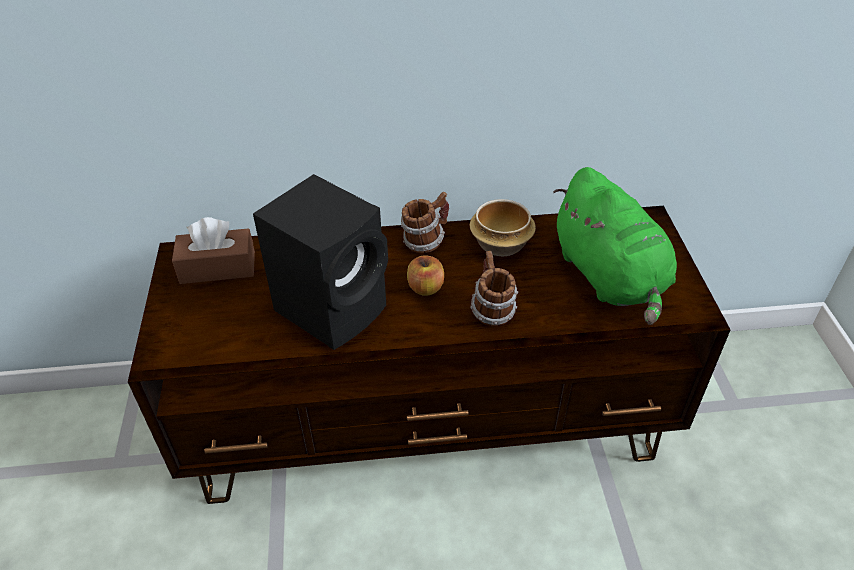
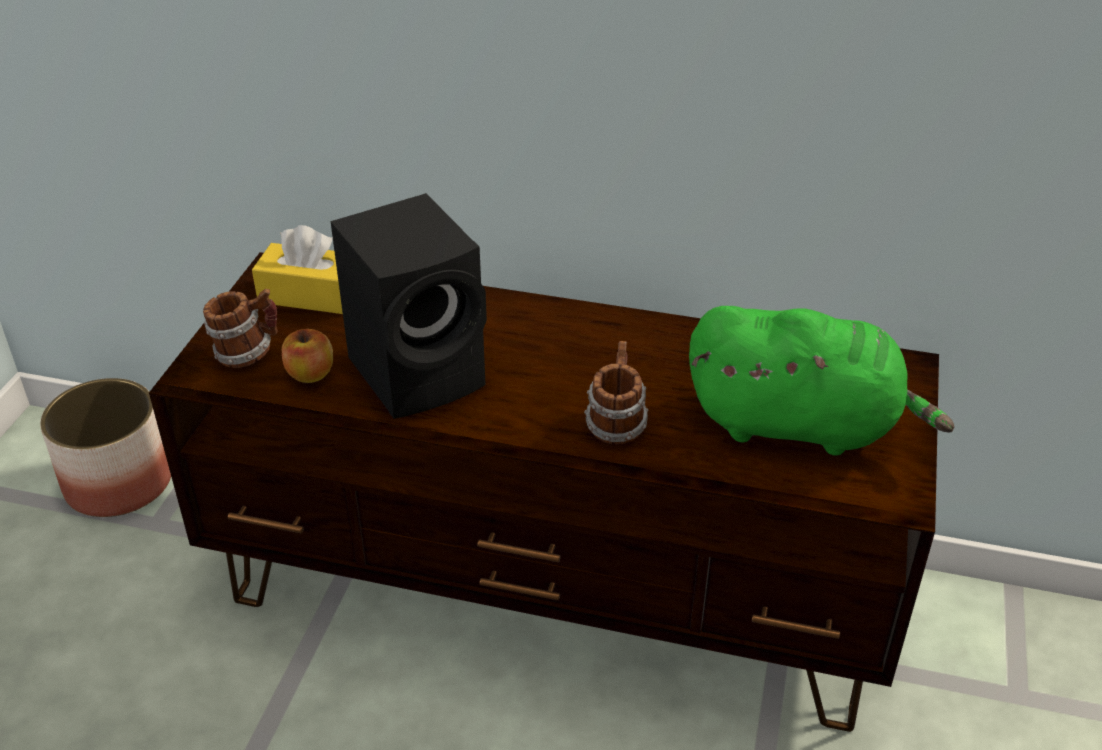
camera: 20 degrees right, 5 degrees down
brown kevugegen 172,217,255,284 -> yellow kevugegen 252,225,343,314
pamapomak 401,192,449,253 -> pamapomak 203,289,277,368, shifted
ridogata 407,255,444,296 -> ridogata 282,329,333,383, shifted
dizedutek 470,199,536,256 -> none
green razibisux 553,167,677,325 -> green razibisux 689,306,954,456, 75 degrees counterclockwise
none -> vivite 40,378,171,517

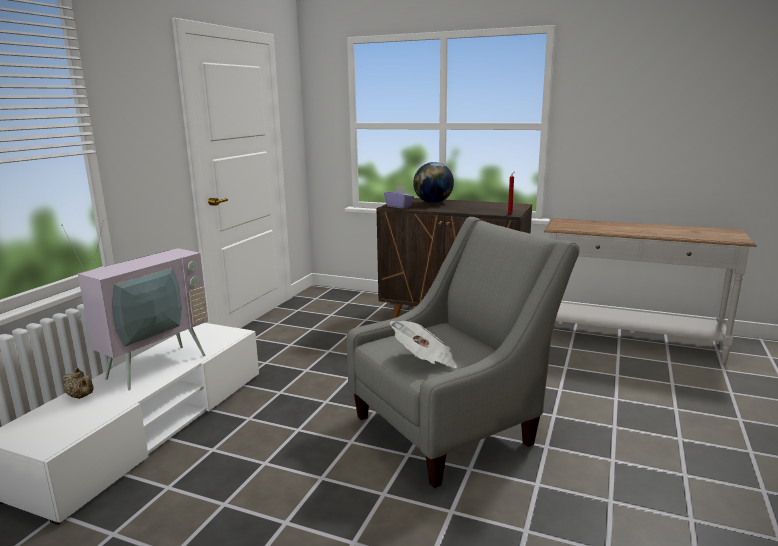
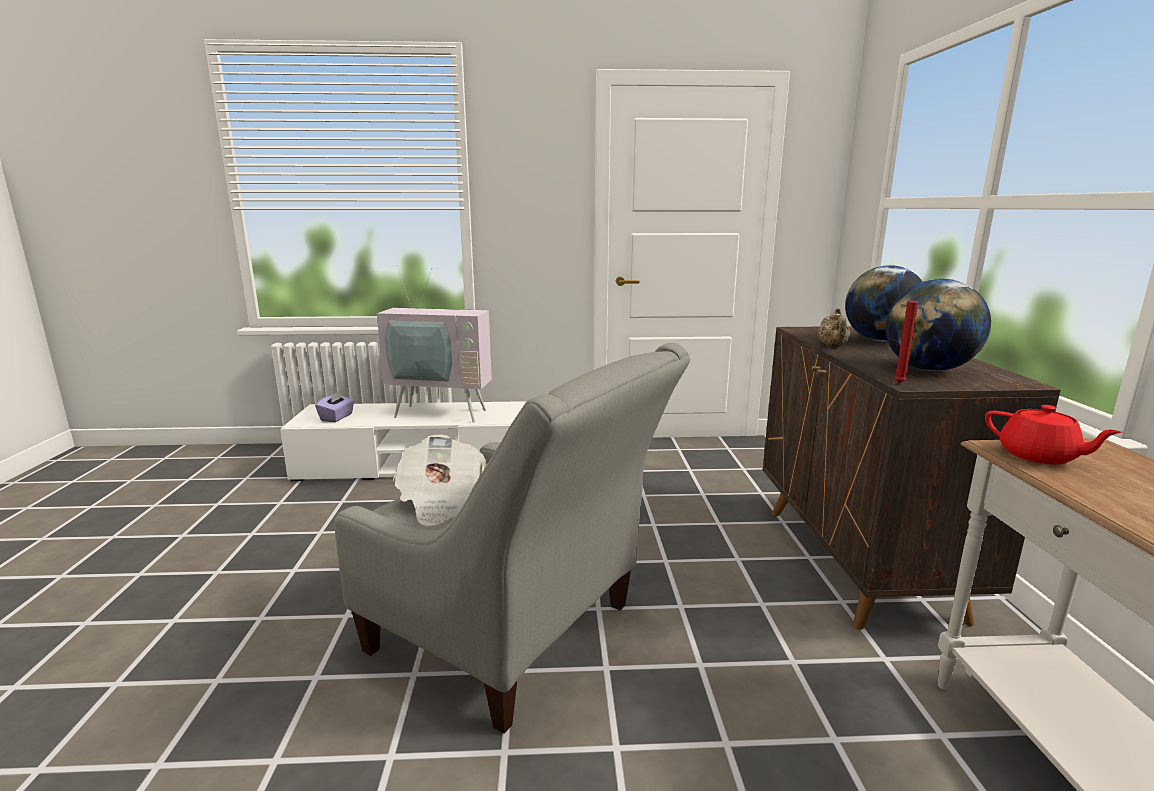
camera: 65 degrees right, 0 degrees up
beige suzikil 62,368,94,399 -> beige suzikil 818,308,850,347, shifted
purple kevugegen 384,186,414,209 -> purple kevugegen 315,390,355,422, shifted
none -> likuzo 885,279,991,371
none -> red suzikil 985,405,1122,465

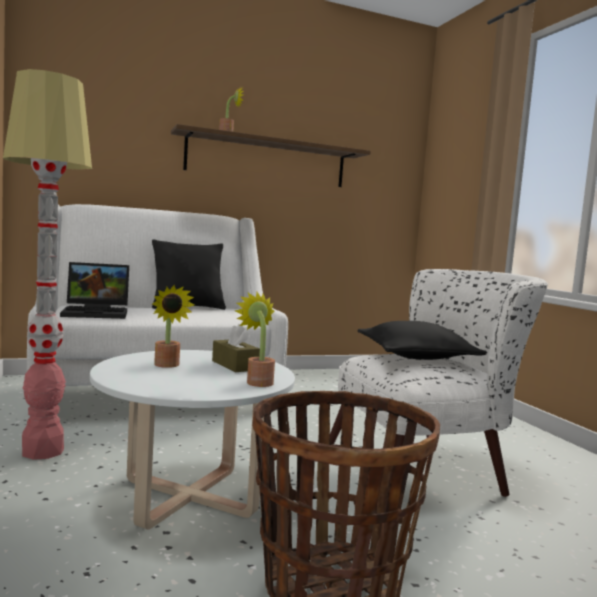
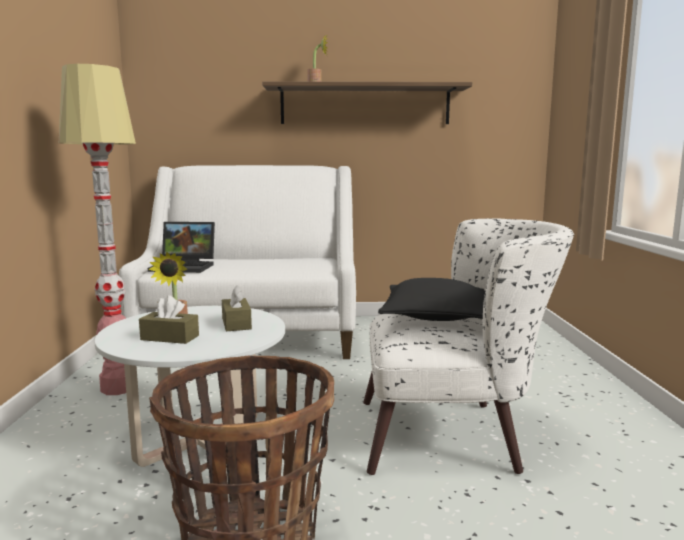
camera: 20 degrees right, 5 degrees up
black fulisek 152,239,226,310 -> none
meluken 235,292,275,387 -> none
none -> brown kevugegen 139,295,199,344

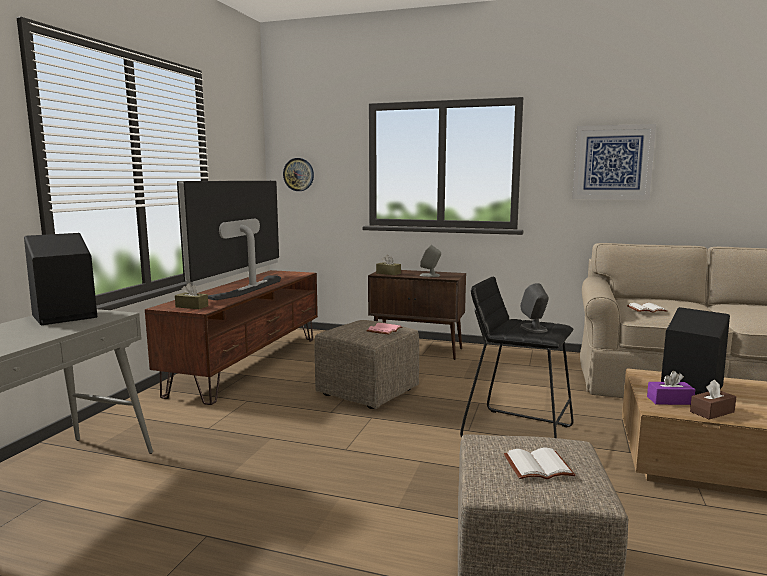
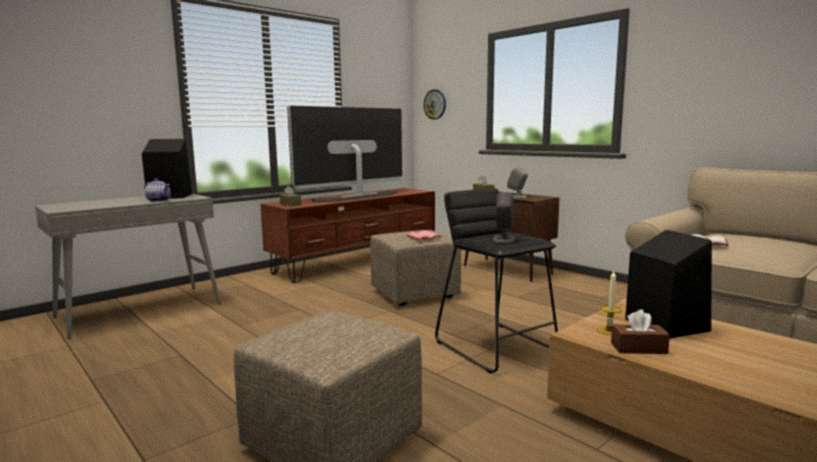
camera: 30 degrees right, 0 degrees up
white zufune 504,448,575,479 -> none
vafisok 572,124,656,200 -> none
purple kevugegen 647,371,695,405 -> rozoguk 597,271,622,335
none -> suzikil 144,178,171,202

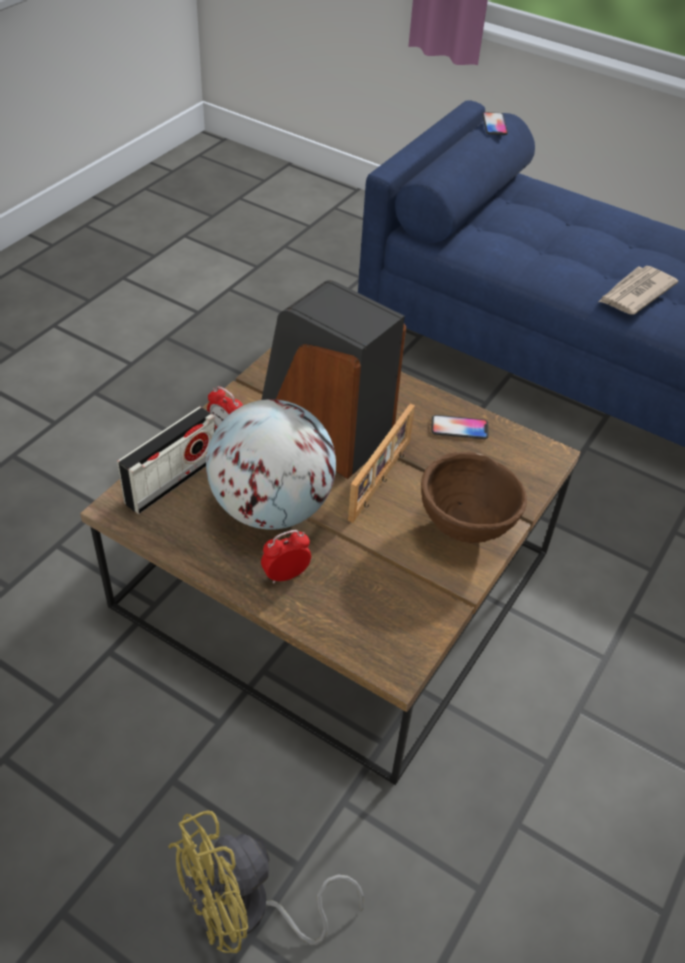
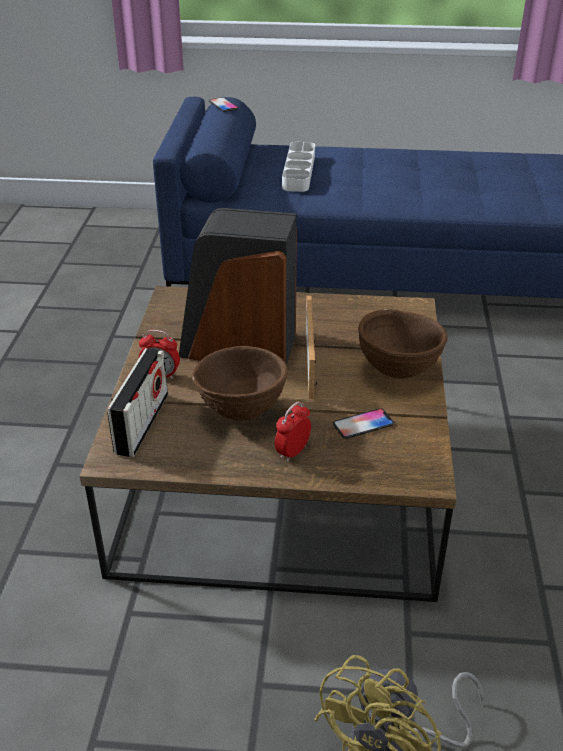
camera: 25 degrees left, 10 degrees down
likuzo 206,399,336,530 -> brown dizedutek 192,346,288,421
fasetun 432,415,489,439 -> fasetun 333,408,394,439, shifted
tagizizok 599,266,678,315 -> none
none -> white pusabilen 282,142,315,192

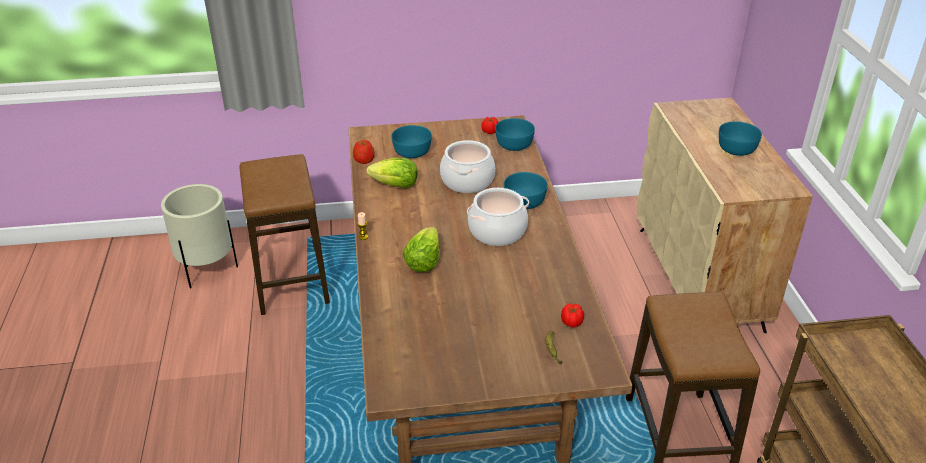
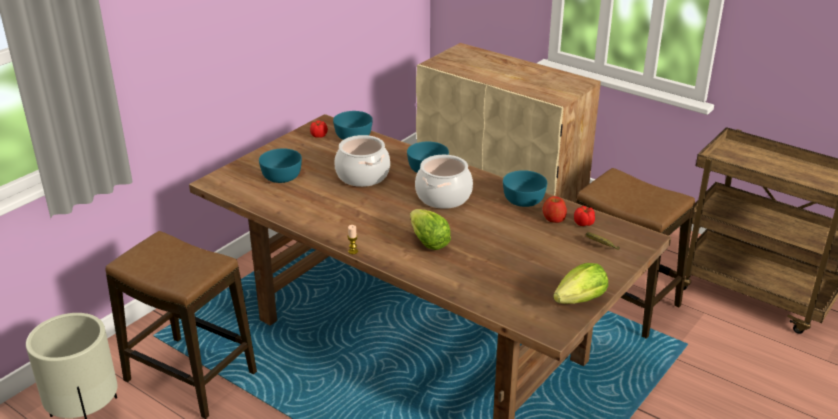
camera: 45 degrees left, 5 degrees down
ridogata 353,140,375,164 -> ridogata 542,196,567,223, shifted
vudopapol 366,158,418,188 -> vudopapol 553,263,608,304, shifted
turquoise dizedutek 719,121,762,156 -> turquoise dizedutek 503,170,547,207, shifted

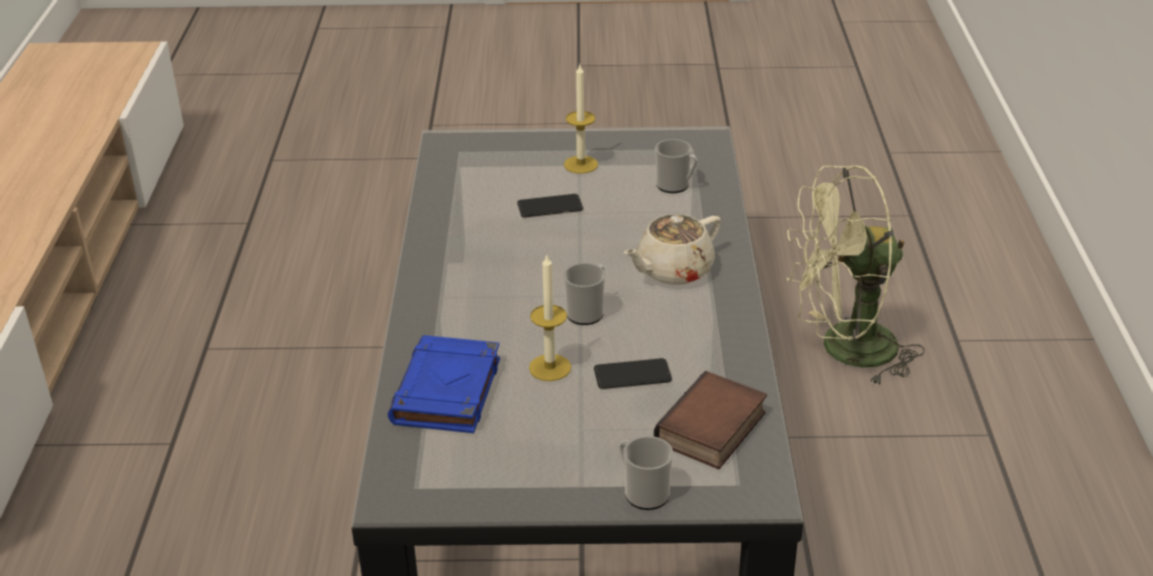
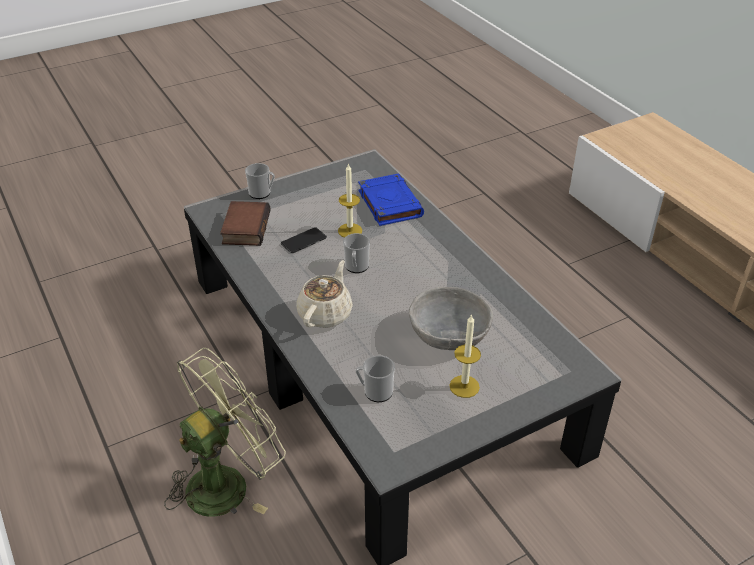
camera: 150 degrees right, 5 degrees up
fasetun 517,194,583,217 -> grey dizedutek 409,287,493,350

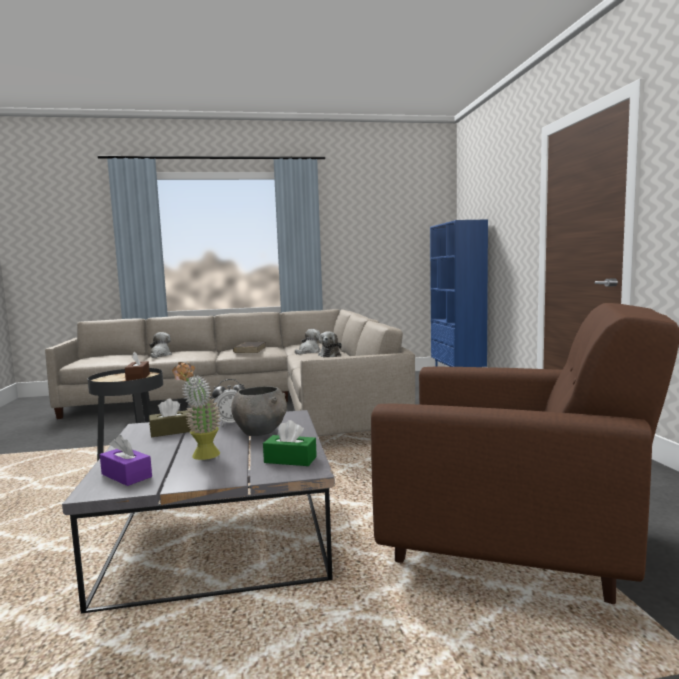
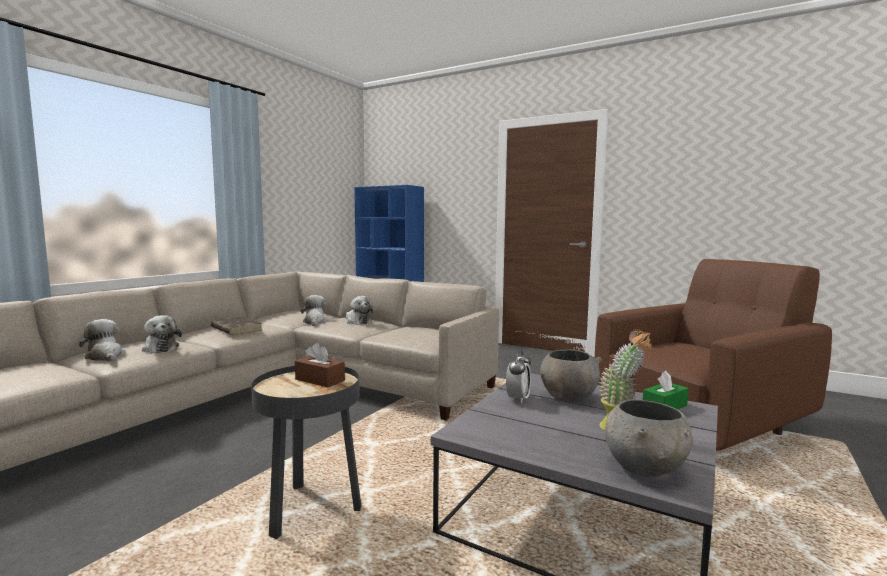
camera: 50 degrees left, 0 degrees up
purple kevugegen 100,435,152,486 -> grey dizedutek 605,400,693,477
brown kevugegen 149,398,191,437 -> none
none -> razibisux 142,315,182,353

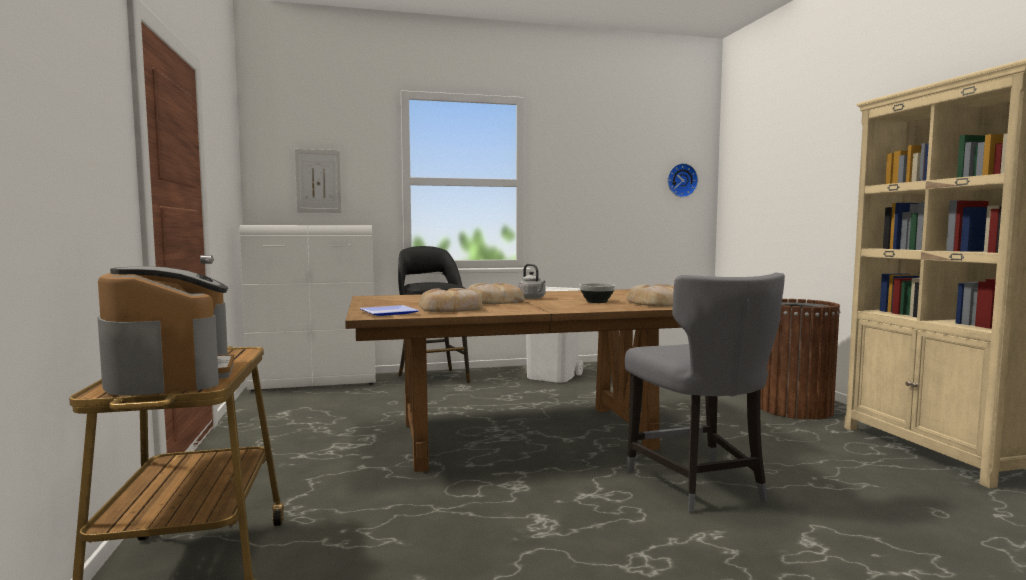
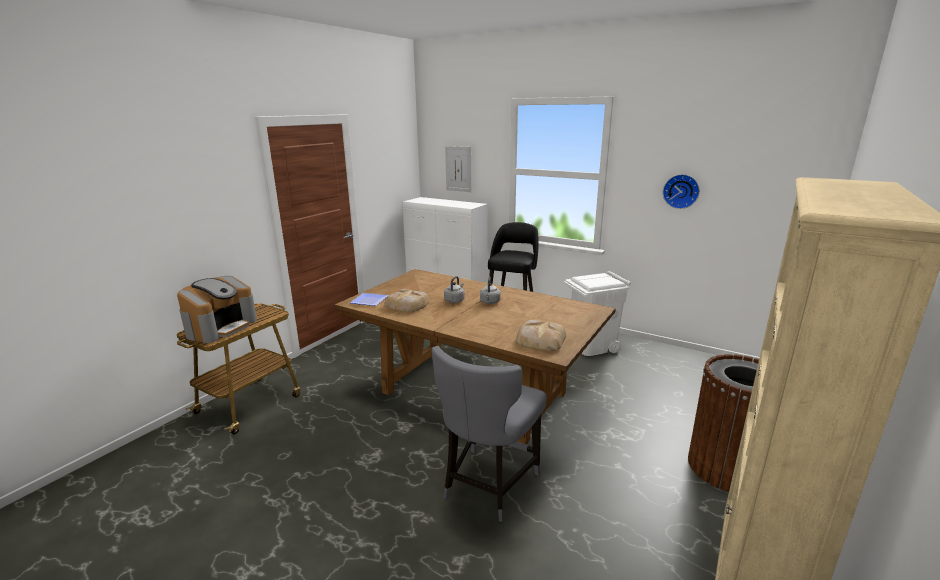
camera: 45 degrees right, 15 degrees up
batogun 468,283,525,304 -> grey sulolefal 444,276,465,303
dizedutek 579,283,615,303 -> none
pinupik 668,163,698,197 -> pinupik 663,174,700,209, shifted

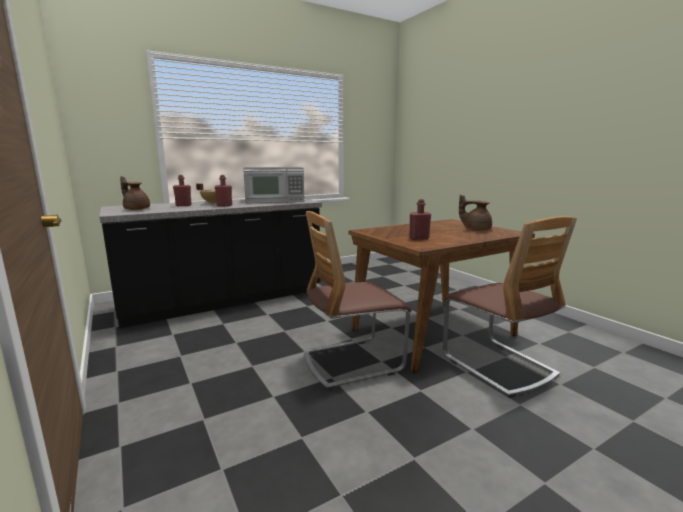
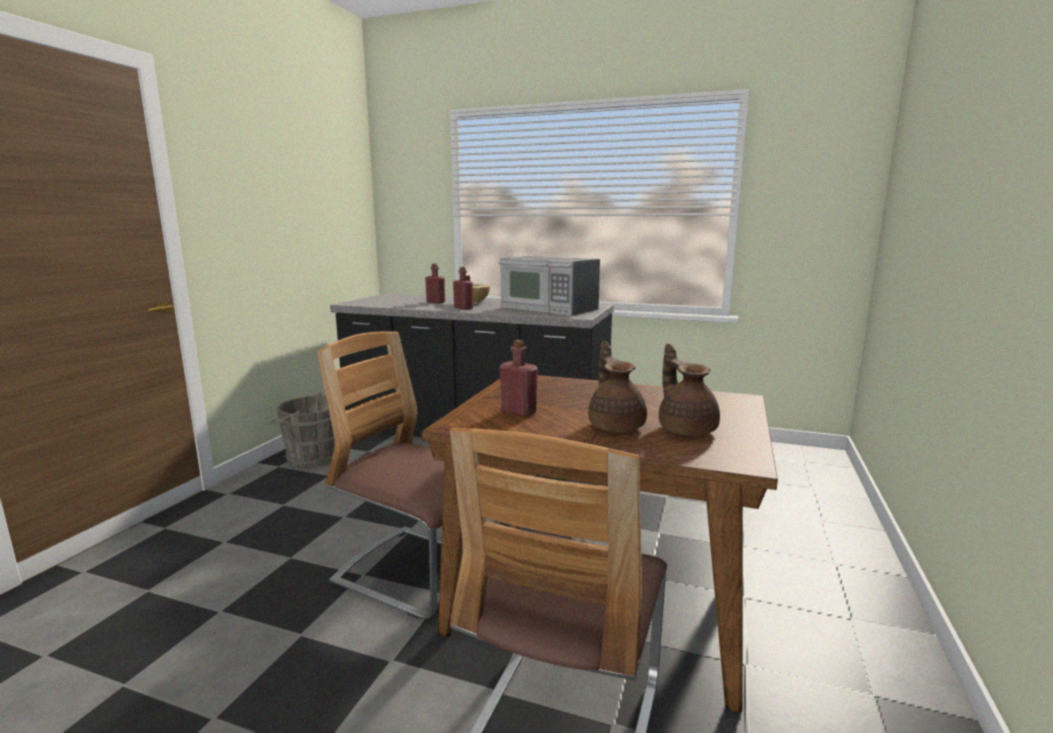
camera: 50 degrees right, 0 degrees up
brown suzikil 120,176,150,210 -> brown suzikil 588,341,647,432, shifted
none -> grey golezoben 270,392,335,467

